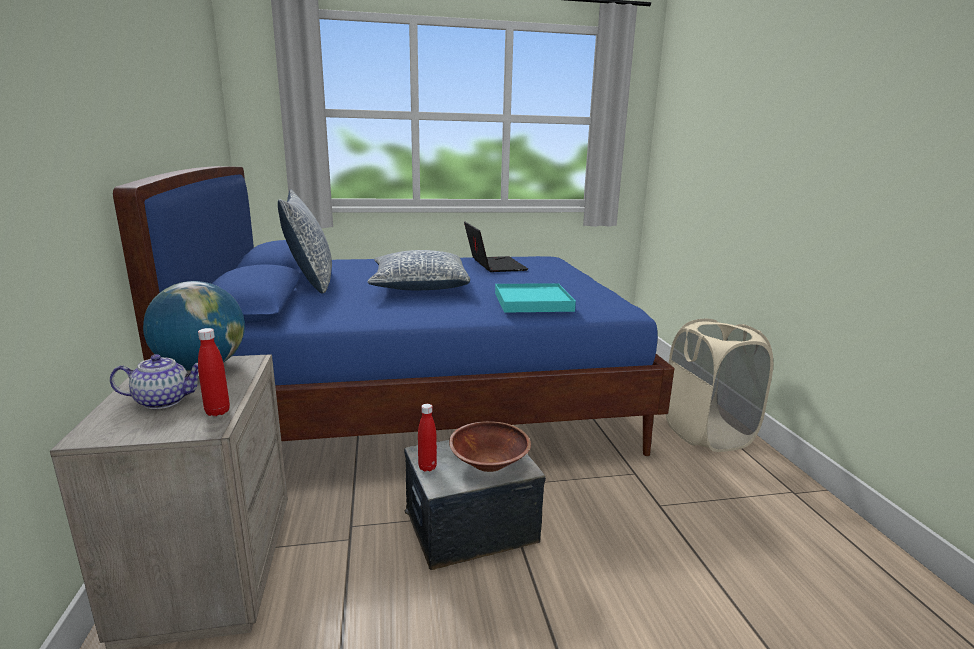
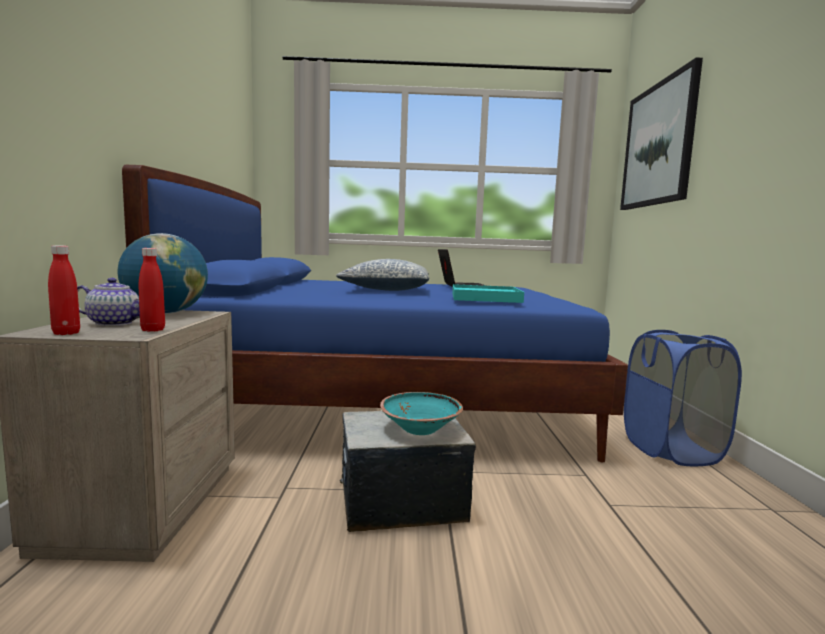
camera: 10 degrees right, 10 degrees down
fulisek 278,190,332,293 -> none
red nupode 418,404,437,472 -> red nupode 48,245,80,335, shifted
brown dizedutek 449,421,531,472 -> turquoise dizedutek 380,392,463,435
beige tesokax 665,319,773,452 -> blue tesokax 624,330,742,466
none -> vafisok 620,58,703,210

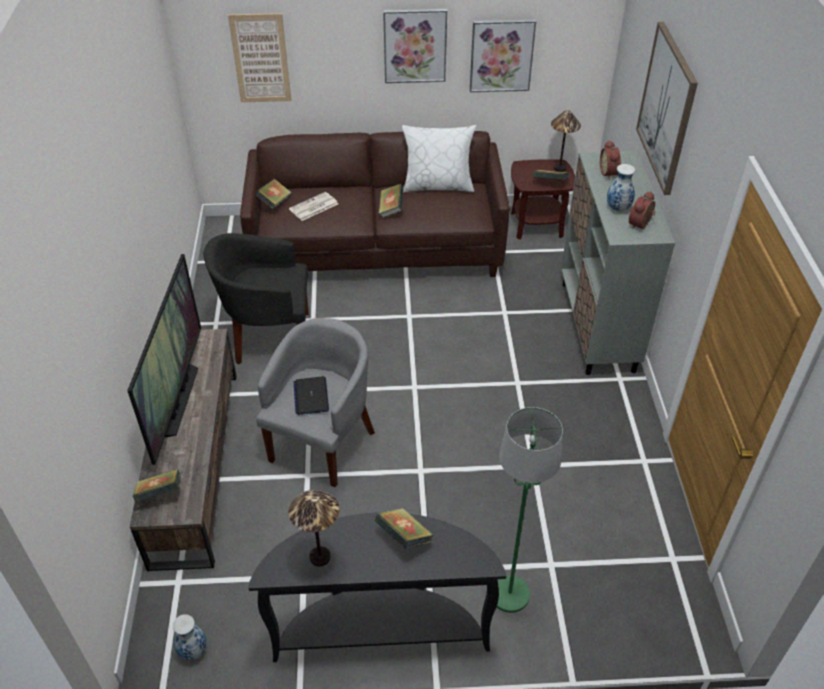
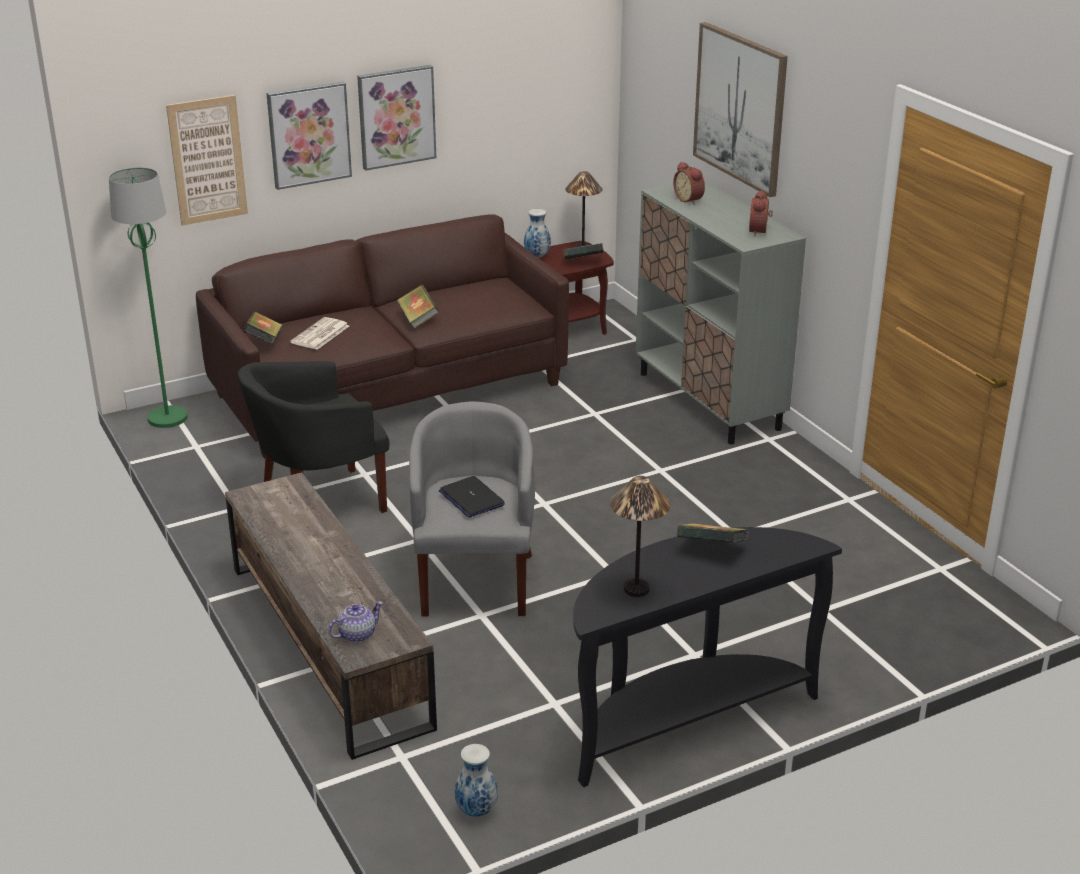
camera: 25 degrees left, 15 degrees down
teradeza 127,254,201,465 -> none
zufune 132,469,181,503 -> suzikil 328,601,383,642
white fulisek 402,125,476,193 -> none
vafisok 470,19,536,92 -> vafisok 266,81,352,190, shifted
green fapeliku 497,407,563,613 -> green fapeliku 109,167,188,428, shifted
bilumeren 607,164,635,211 -> bilumeren 524,209,551,258, shifted

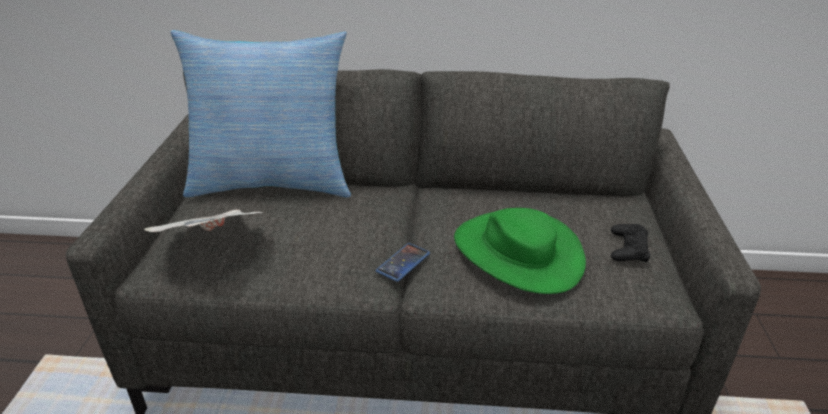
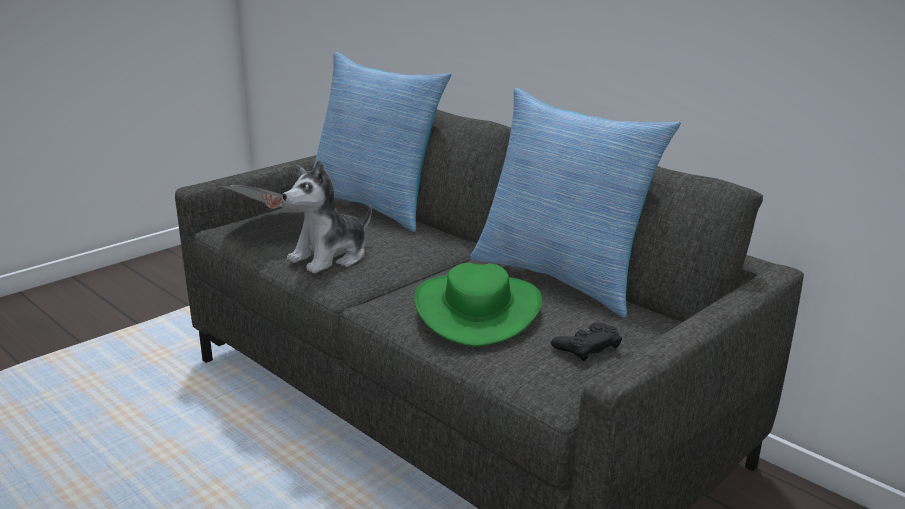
camera: 40 degrees right, 10 degrees down
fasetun 376,243,430,282 -> none
none -> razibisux 282,160,372,274
none -> fulisek 470,88,681,317

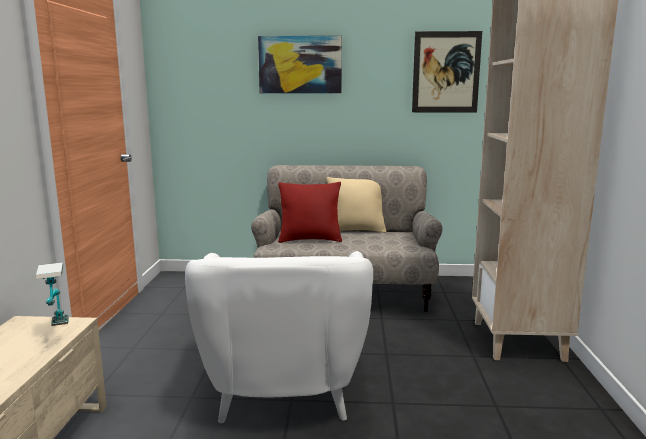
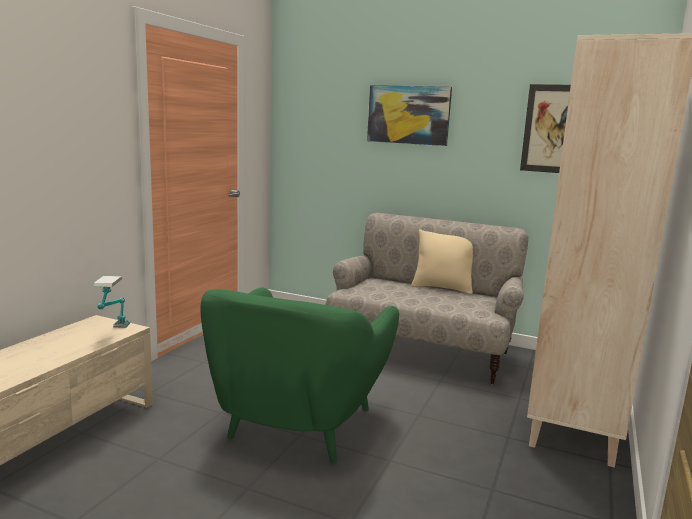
camera: 20 degrees right, 0 degrees up
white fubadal 185,251,373,423 -> green fubadal 200,287,399,464
red fulisek 278,182,342,243 -> none

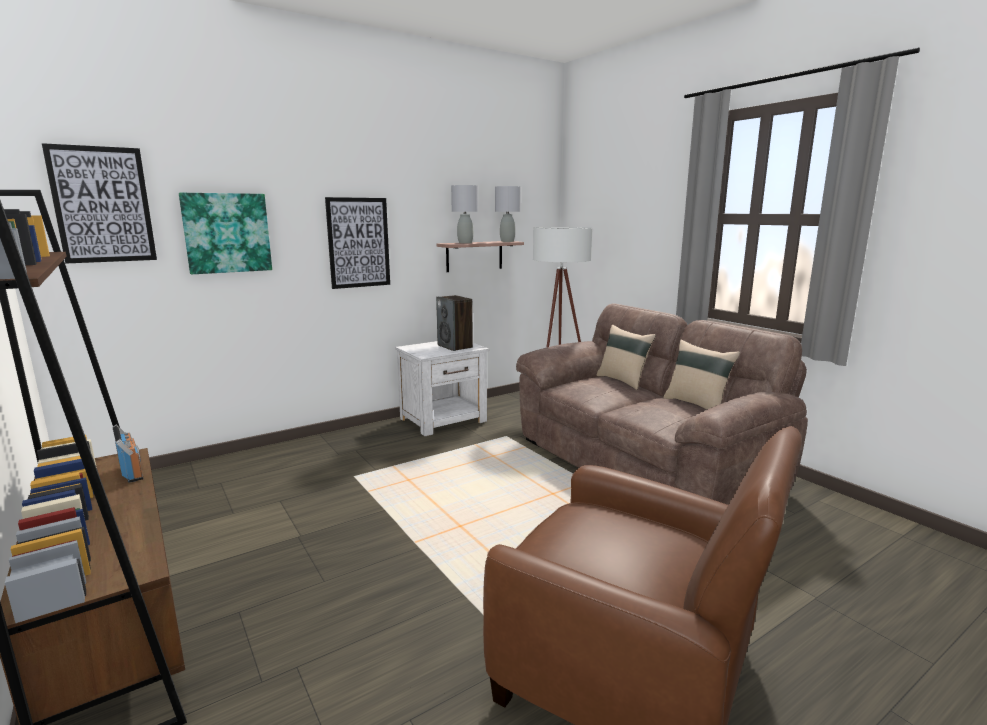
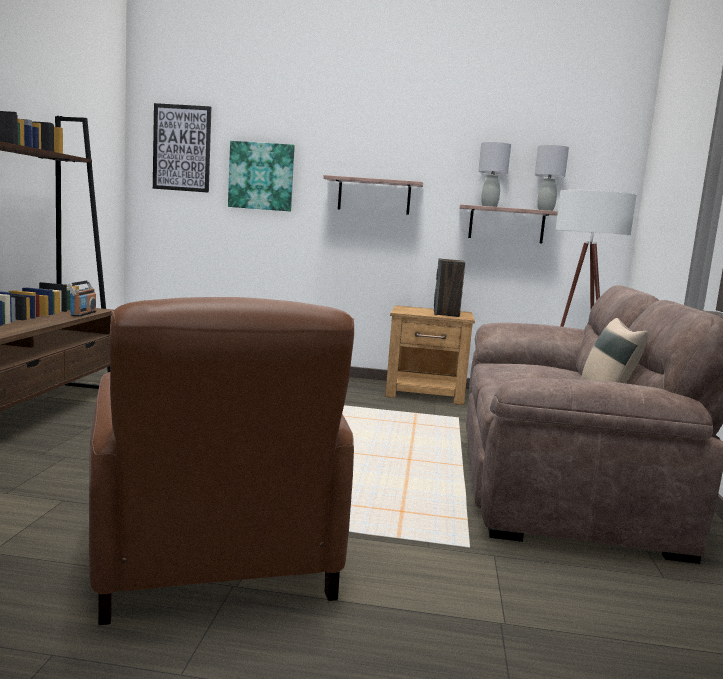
camera: 40 degrees right, 5 degrees down
vafisok 325,197,390,289 -> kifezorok 323,175,423,215
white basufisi 395,341,489,436 -> brown basufisi 385,305,475,405
beige fulisek 597,325,656,390 -> none

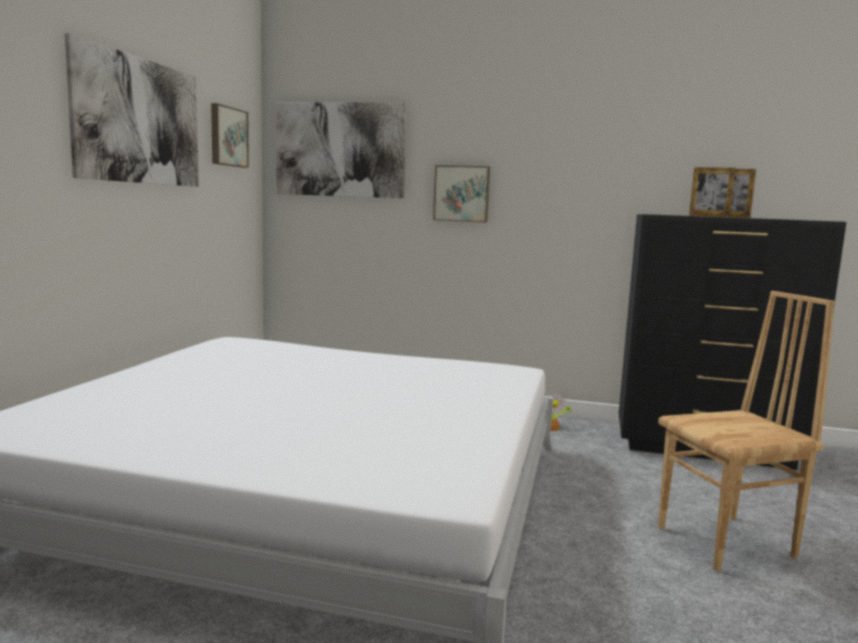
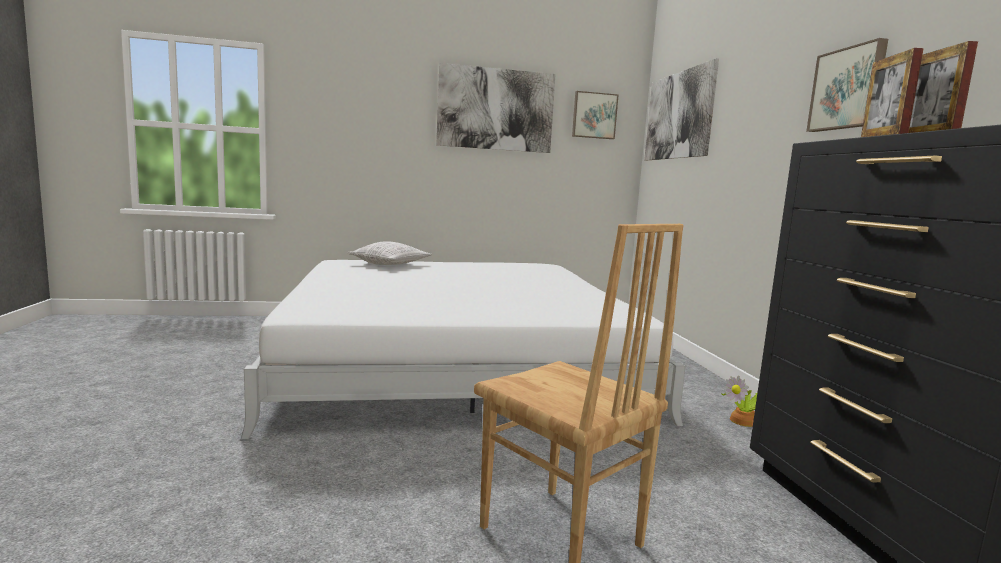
camera: 65 degrees right, 0 degrees up
vafisok 433,165,490,222 -> vafisok 806,38,888,132, shifted
none -> fulisek 348,241,432,265

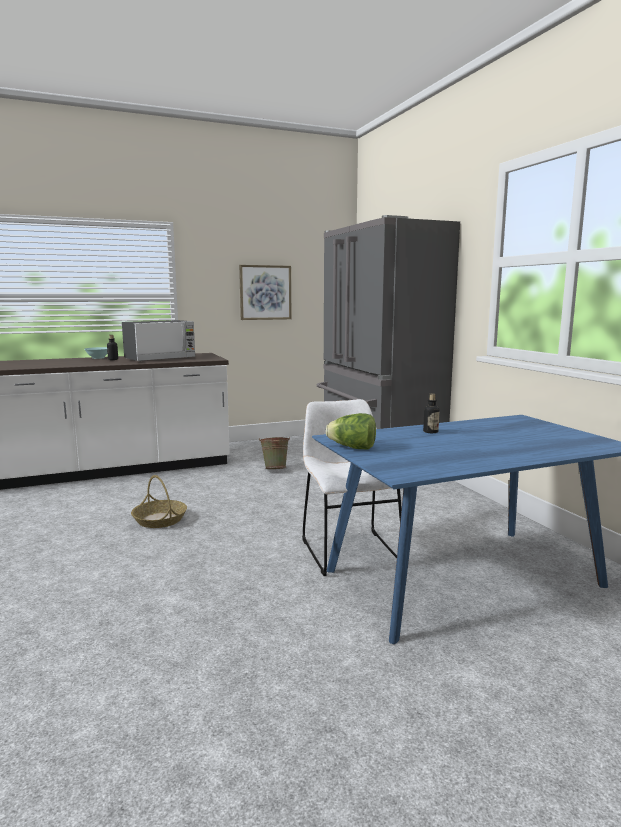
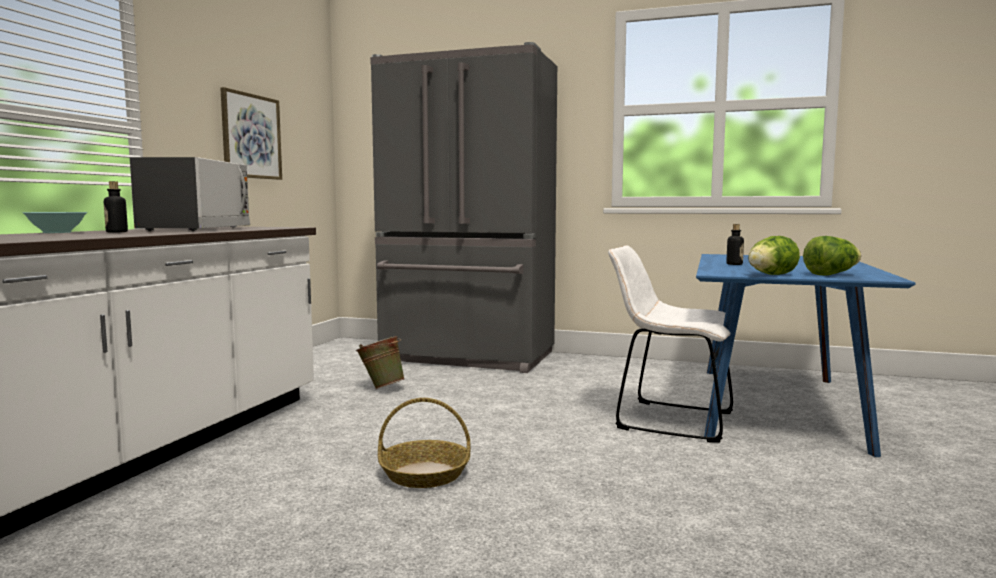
camera: 50 degrees left, 5 degrees down
none -> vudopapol 803,236,861,276

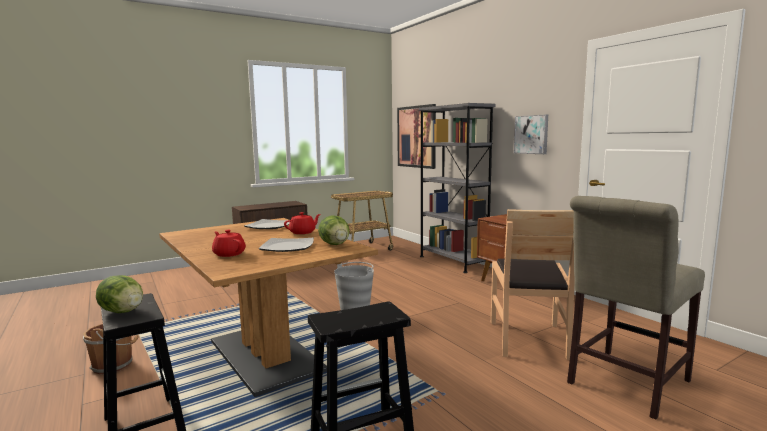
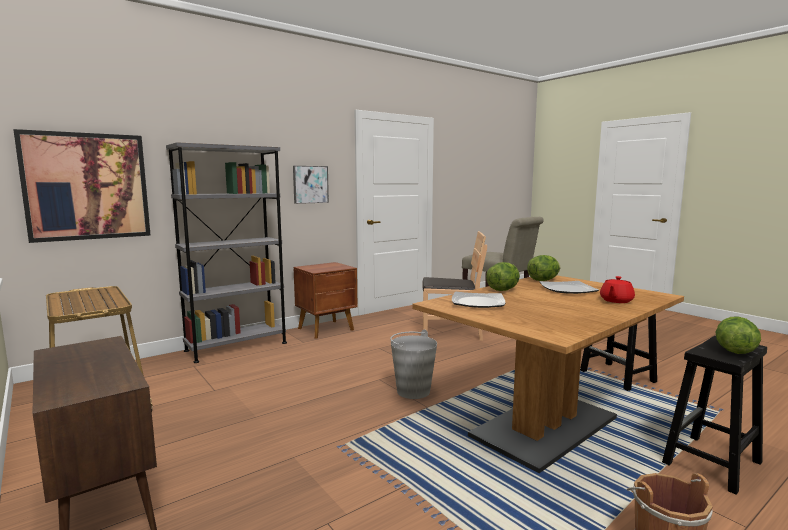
camera: 95 degrees left, 0 degrees up
red suzikil 284,212,321,234 -> vudopapol 486,262,520,291

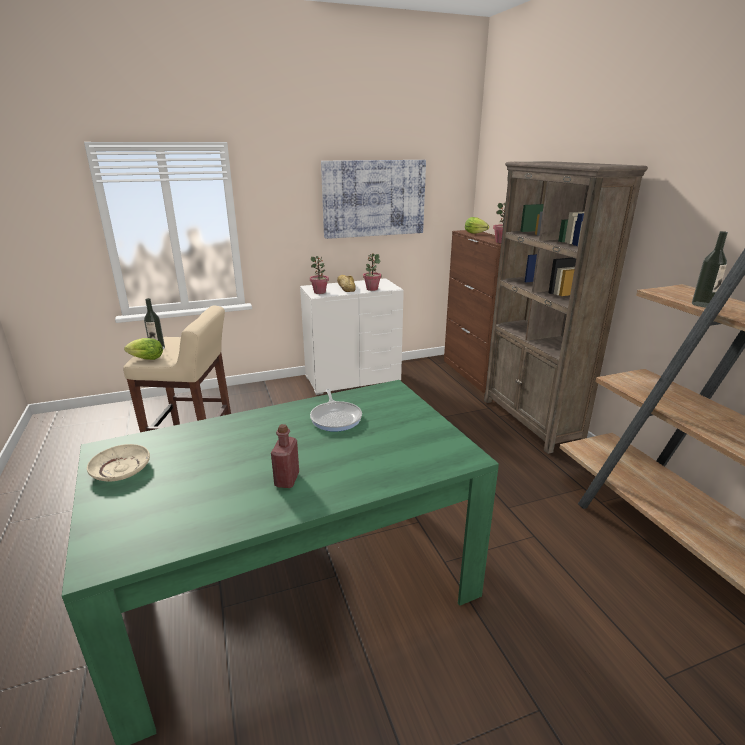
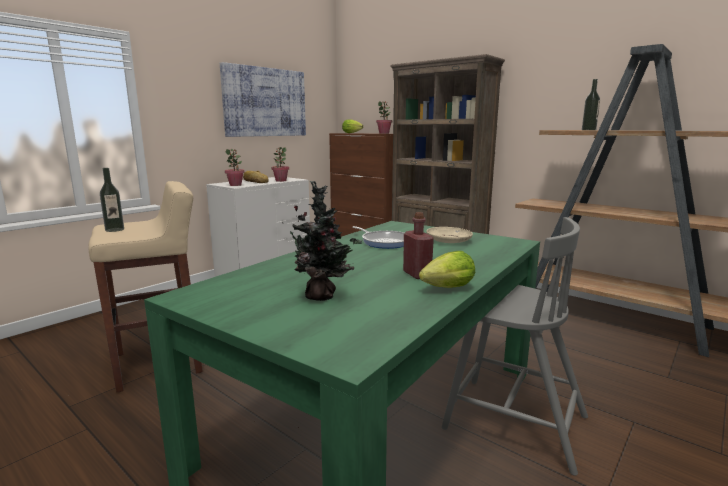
camera: 30 degrees left, 10 degrees down
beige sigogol 87,444,150,481 -> beige sigogol 426,227,473,243, shifted
vudopapol 124,338,163,360 -> vudopapol 419,251,475,288, shifted
none -> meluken 282,181,362,301
none -> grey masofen 442,217,588,476

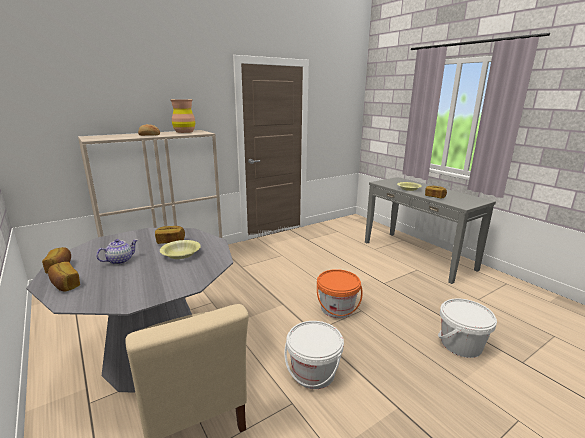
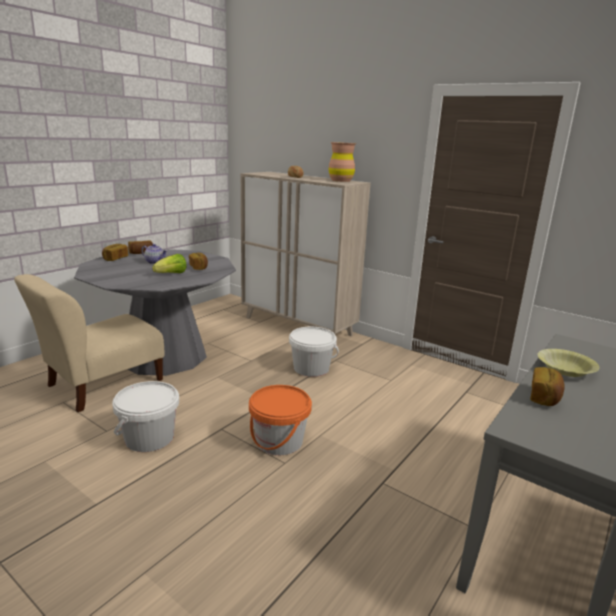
camera: 70 degrees right, 0 degrees up
yellow dizedutek 160,240,201,259 -> vudopapol 152,254,187,273
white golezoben 438,298,497,358 -> white golezoben 289,327,339,377, shifted

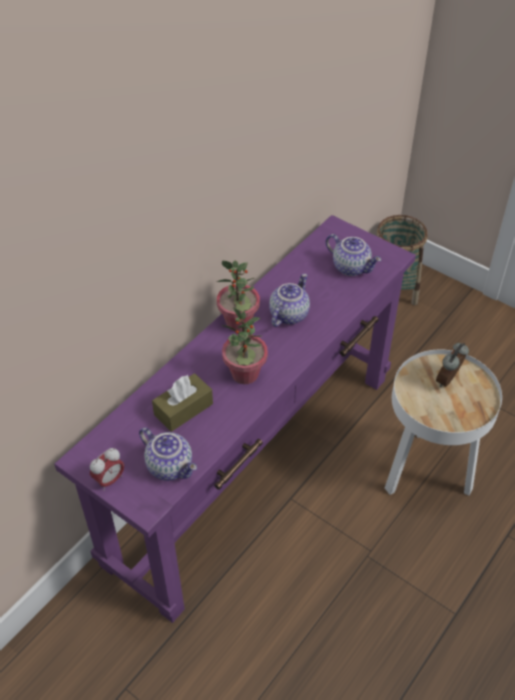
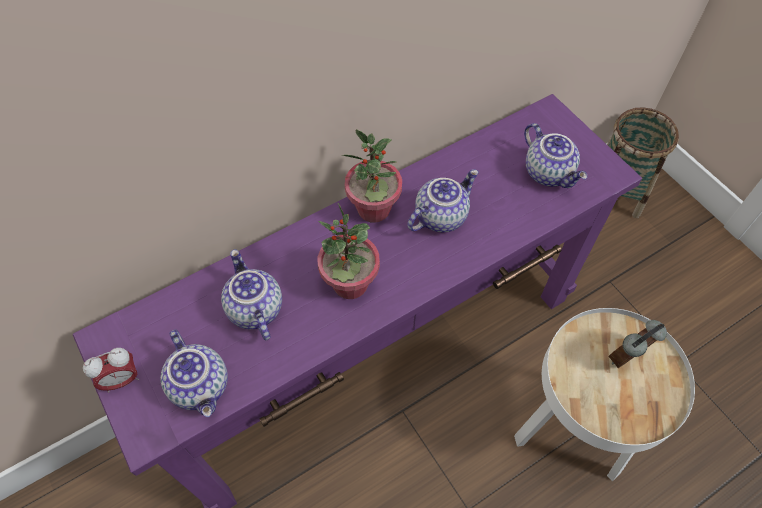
camera: 20 degrees right, 10 degrees up
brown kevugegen 152,373,213,432 -> suzikil 221,249,282,341

